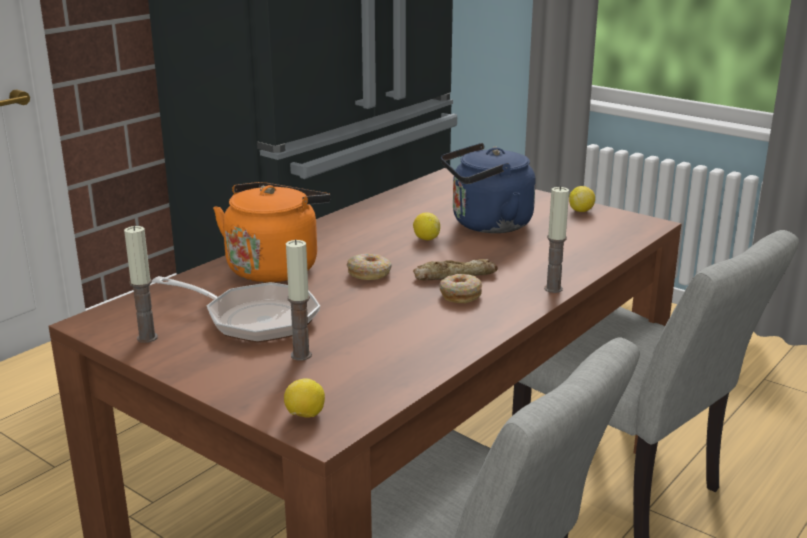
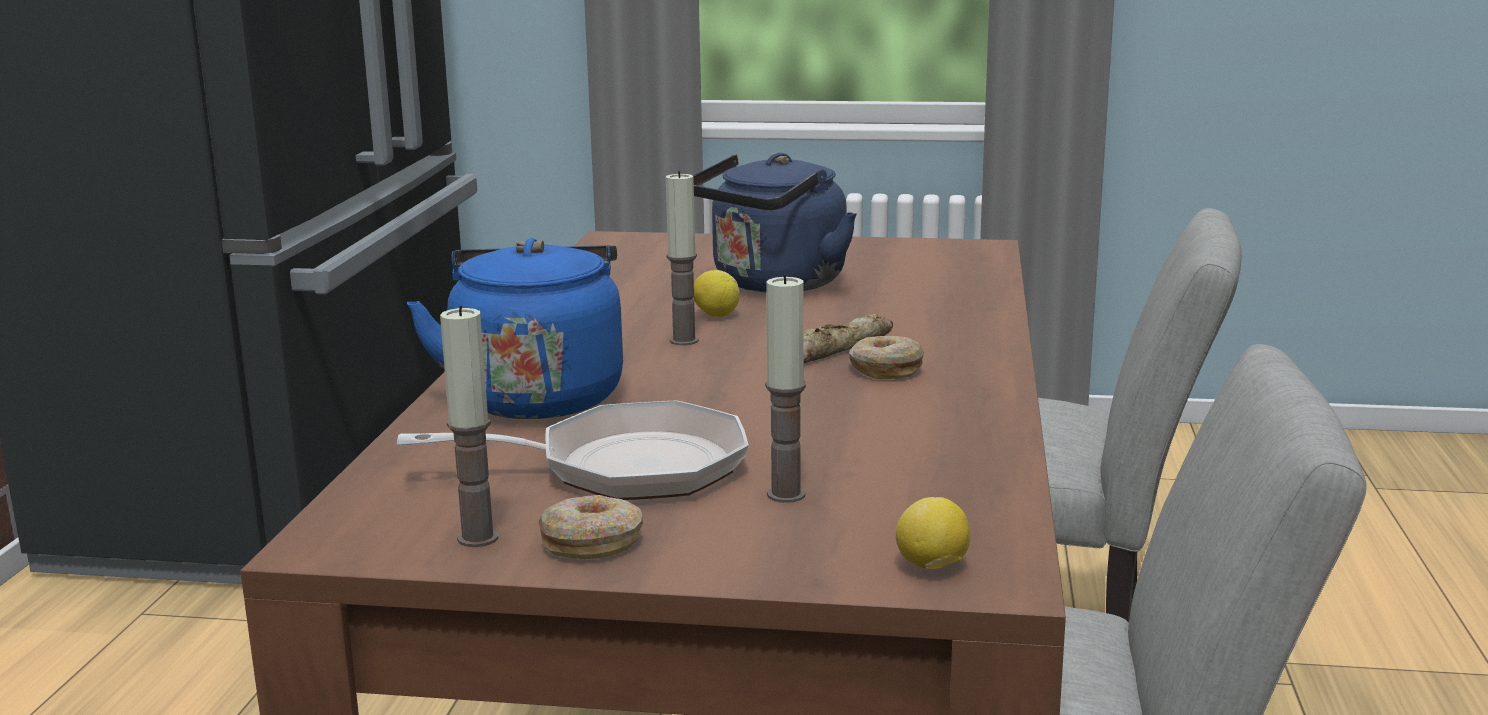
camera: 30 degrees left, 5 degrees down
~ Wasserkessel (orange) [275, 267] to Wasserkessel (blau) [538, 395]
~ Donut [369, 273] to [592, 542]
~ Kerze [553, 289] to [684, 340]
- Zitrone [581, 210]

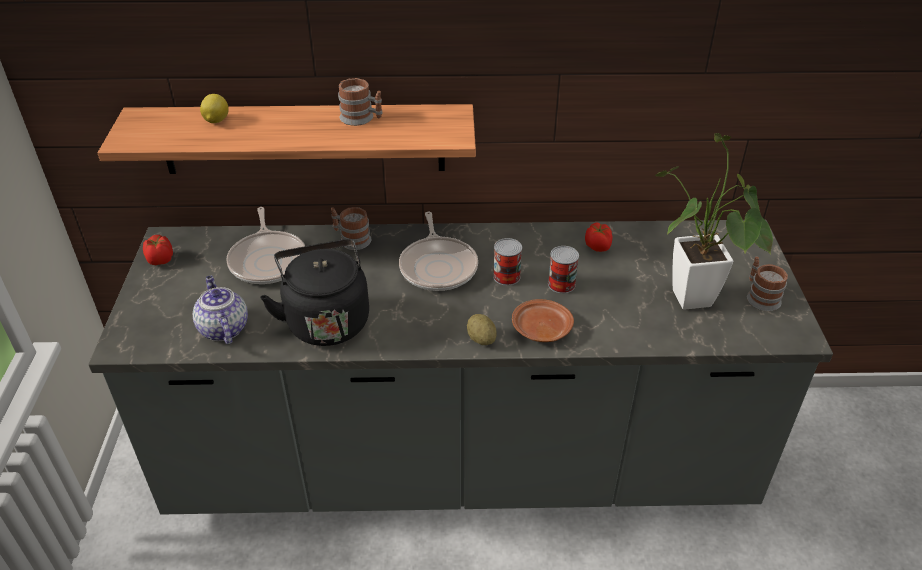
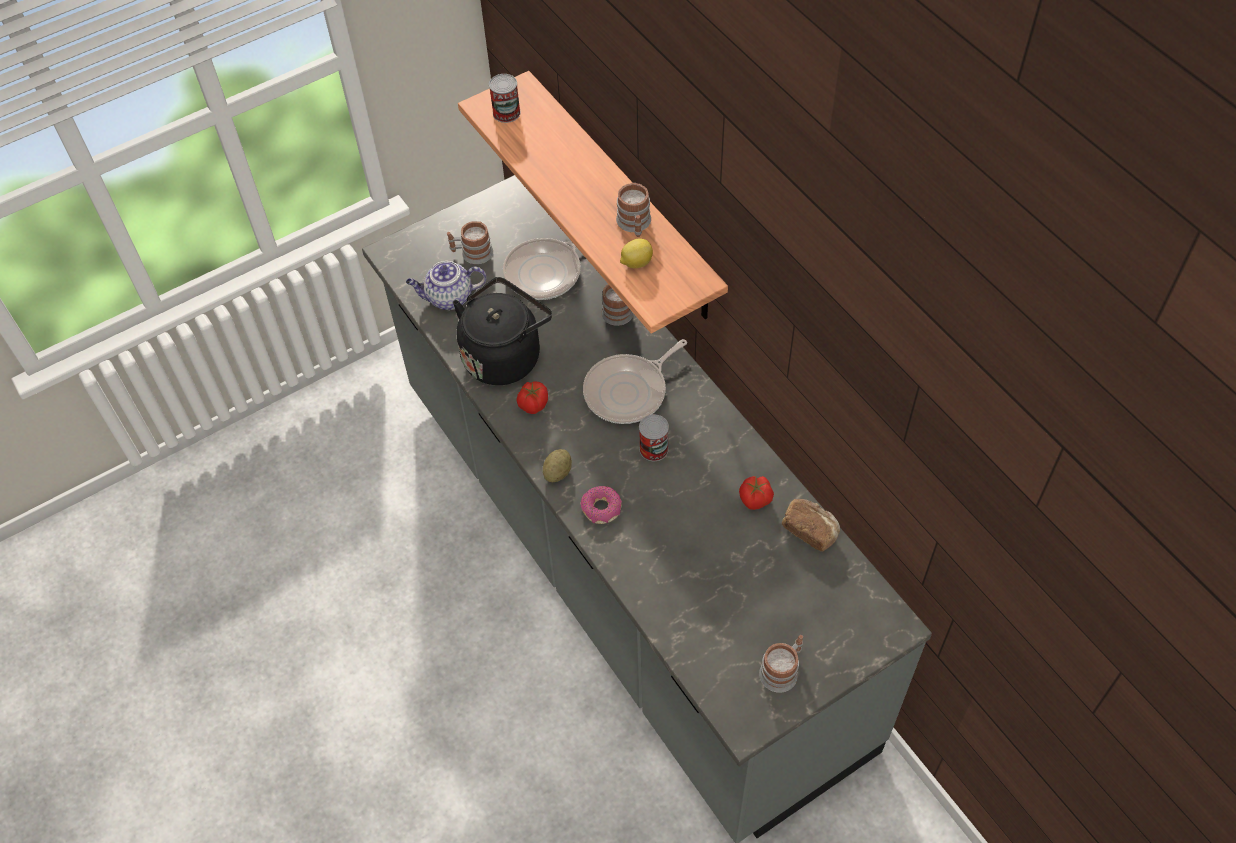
camera: 60 degrees right, 15 degrees up
~ Tomate [160, 260] to [533, 405]
~ Teekanne [223, 328] = [449, 298] 135 degrees counterclockwise
~ Zitrone [216, 121] to [636, 263]
~ Teller (braun) [541, 329] to Donut [601, 509]
~ Dose [561, 284] to [506, 113]
- Topfpflanze [694, 305]
+ Henkelbecher [472, 253]
+ Brot [810, 530]

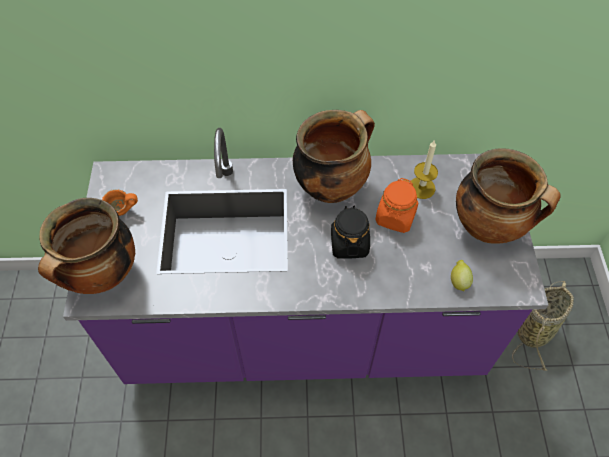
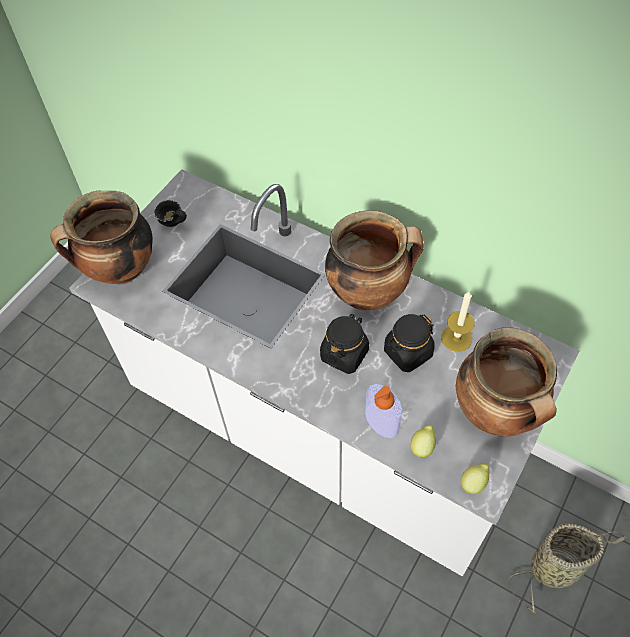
camera: 35 degrees right, 0 degrees up
~ Küchenzeile (lila) [304, 329] to Küchenzeile (weiß) [320, 429]
~ Henkelbecher (orange) [122, 212] to Henkelbecher (schwarz) [173, 225]
~ Vorratsglas (orange) [395, 217] to Vorratsglas (schwarz) [407, 353]
+ Seifenspender [382, 420]
+ Zitrone [473, 483]

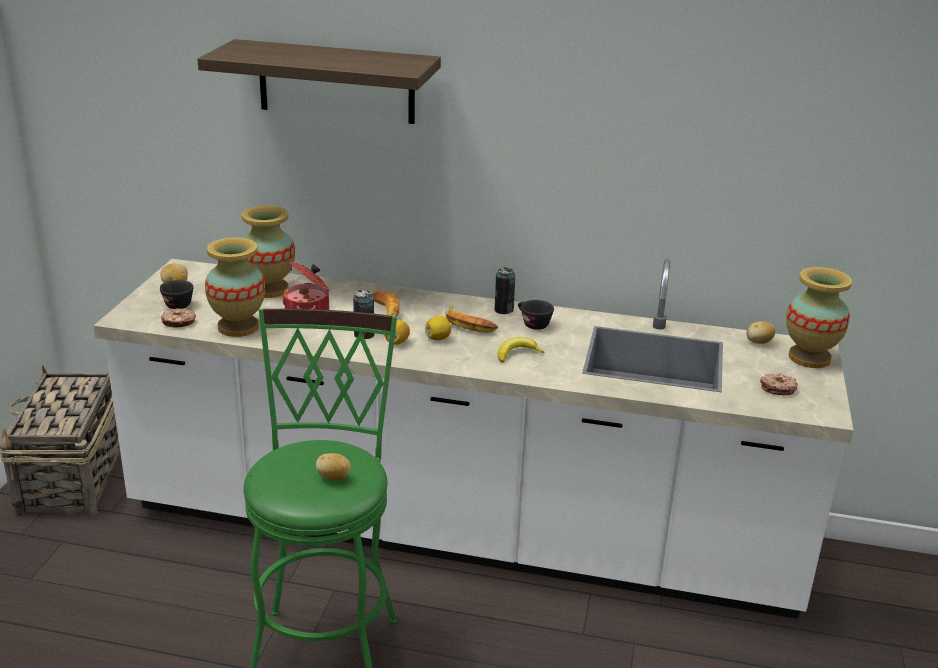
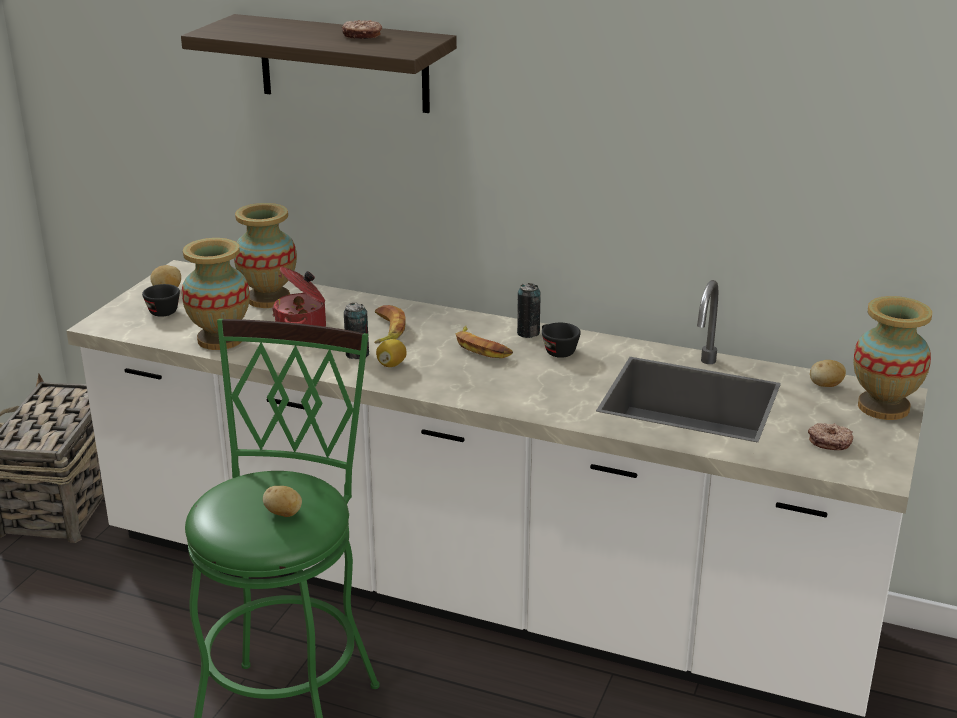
camera: 10 degrees right, 0 degrees up
~ Donut [178, 323] to [362, 36]
- Zitrone [438, 338]
- Banane [517, 354]

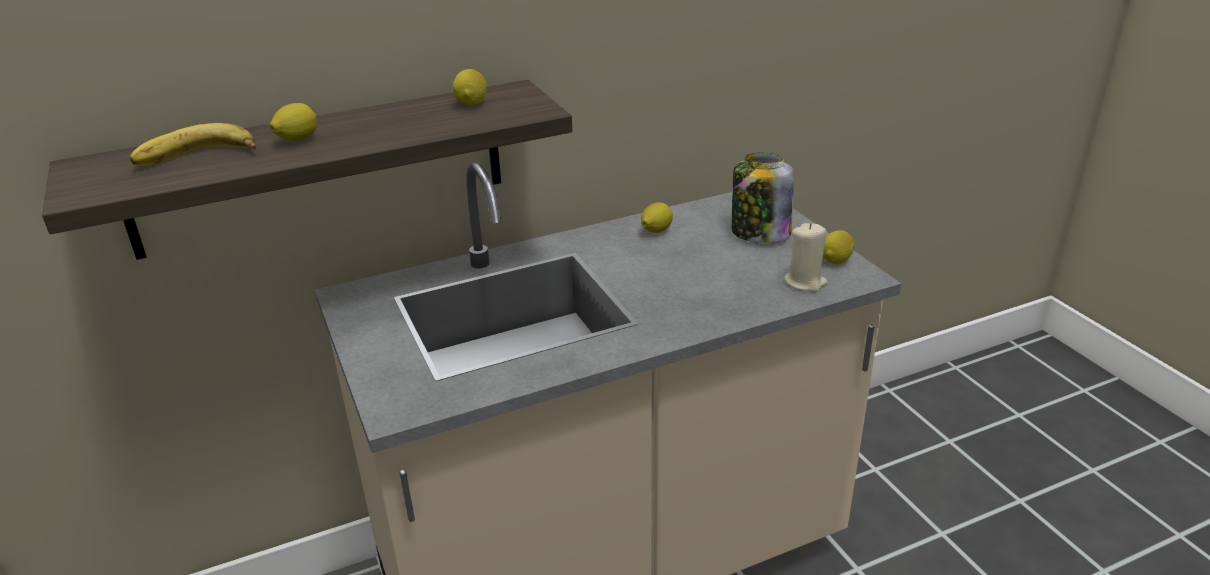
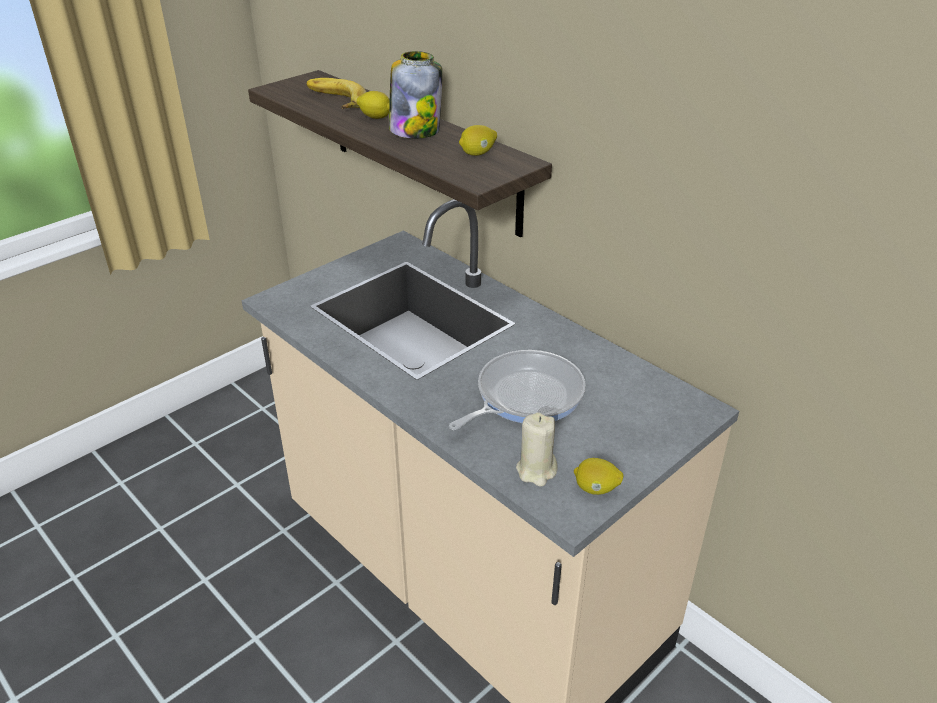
camera: 70 degrees right, 5 degrees up
- Zitrone [656, 231]
~ Vorratsglas [759, 233] to [415, 130]
+ Pfanne [524, 396]

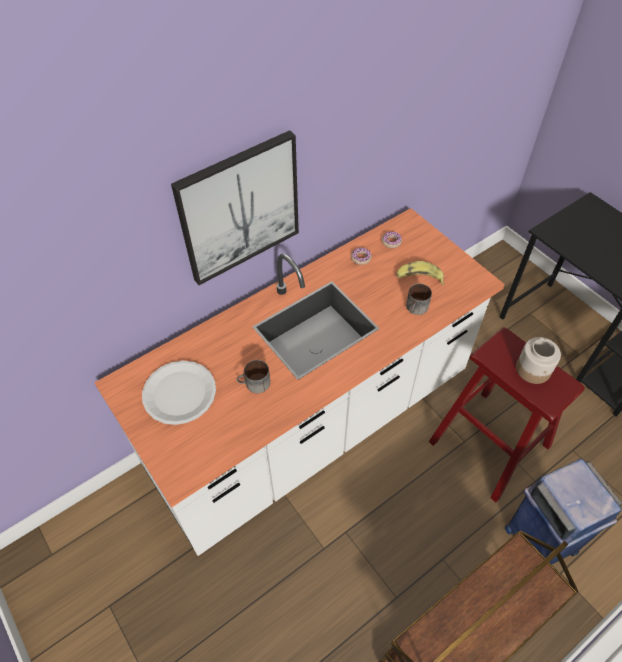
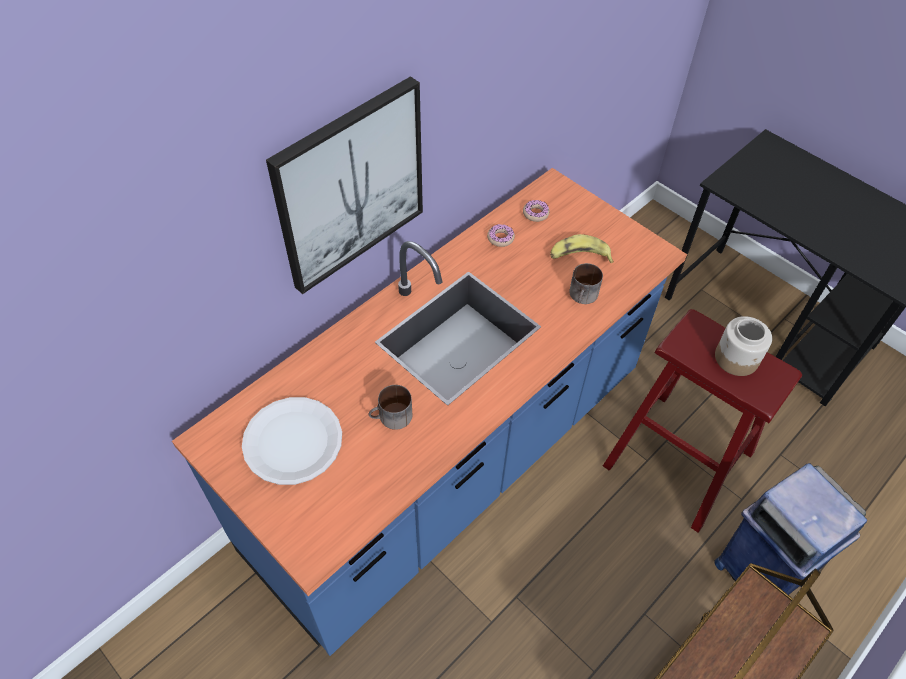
camera: 10 degrees left, 0 degrees up
~ Küchenzeile (weiß) [312, 424] to Küchenzeile (blau) [450, 462]

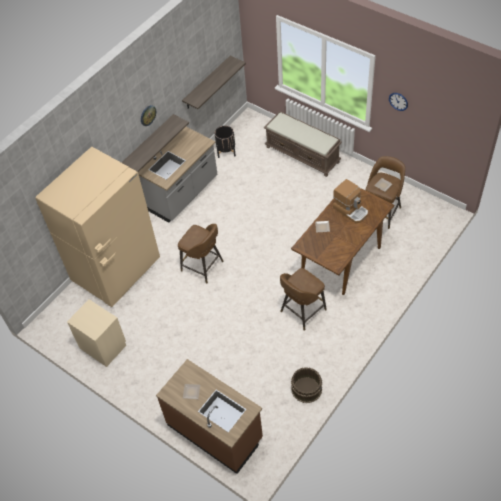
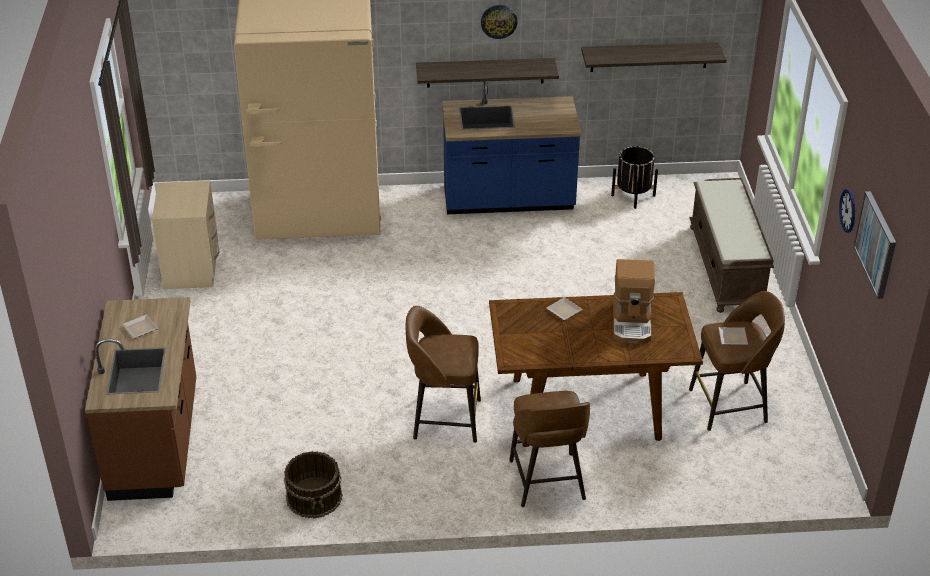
camera: 45 degrees right, 15 degrees down
~ Küchenzeile (grau) [183, 194] to Küchenzeile (blau) [508, 201]
~ Hocker (braun) [203, 266] to [547, 482]
+ Bild [876, 244]

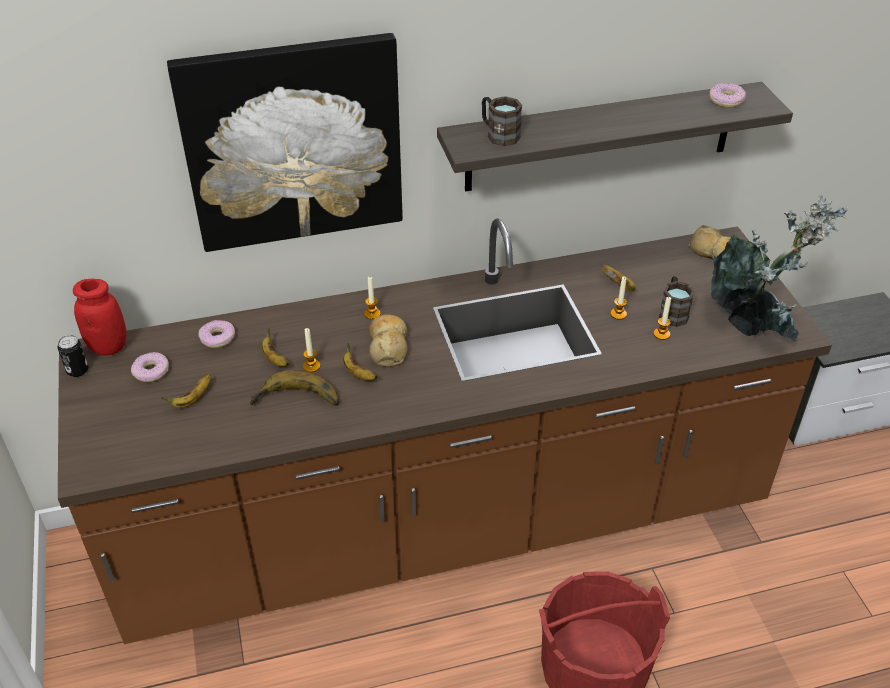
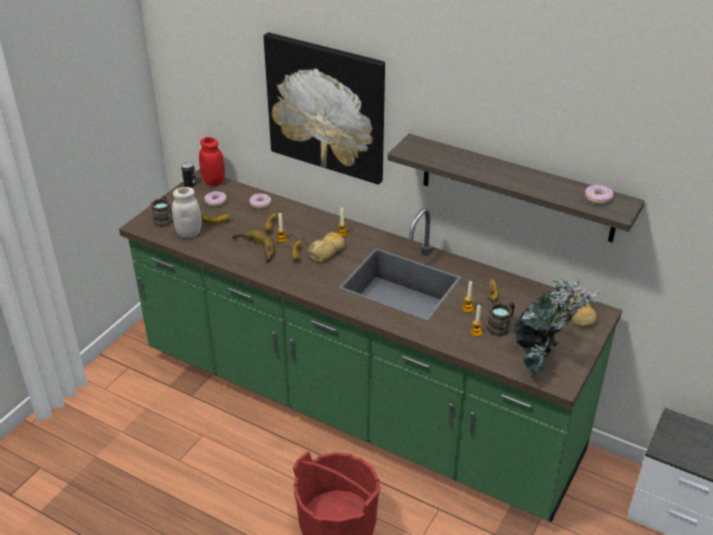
camera: 45 degrees right, 5 degrees down
~ Küchenzeile (braun) [445, 523] to Küchenzeile (grün) [356, 404]
~ Henkelbecher (braun) [498, 134] to [164, 219]
+ Vorratsglas (weiß) [189, 233]

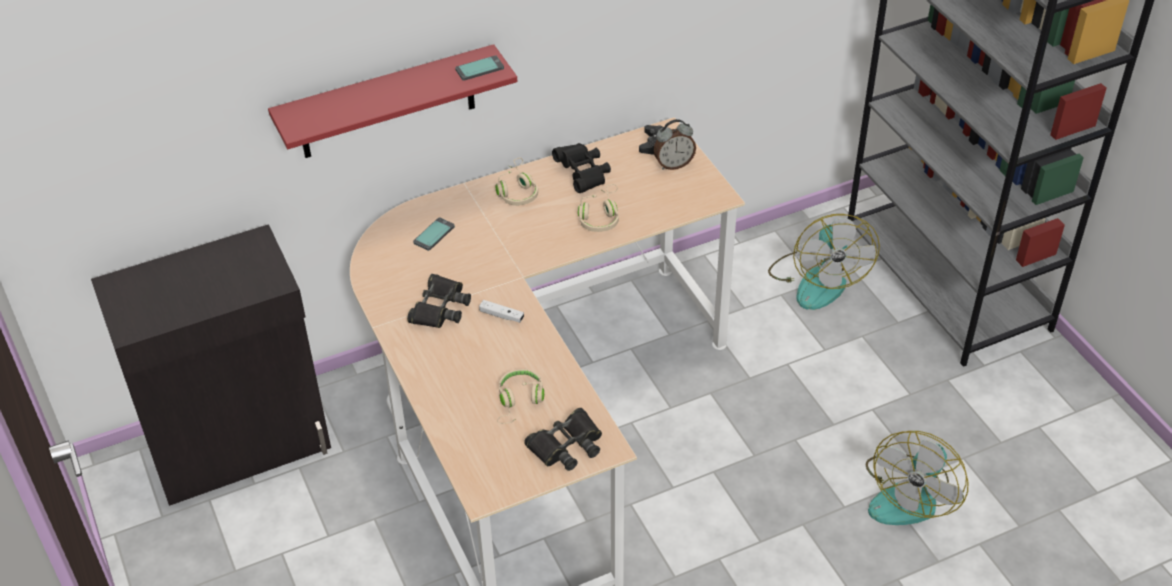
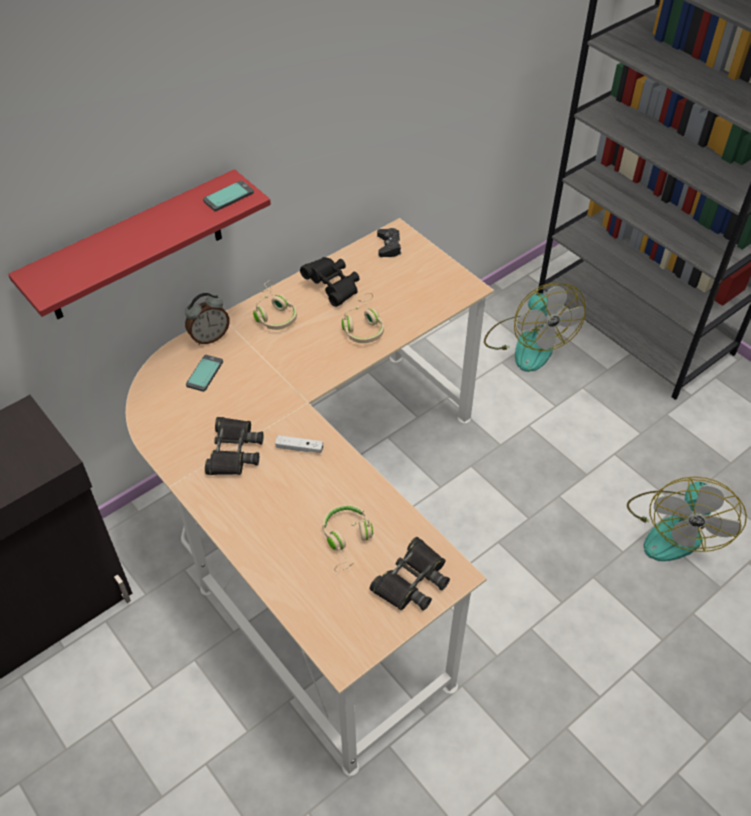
camera: 15 degrees left, 5 degrees up
~ Wecker [673, 164] to [209, 337]

